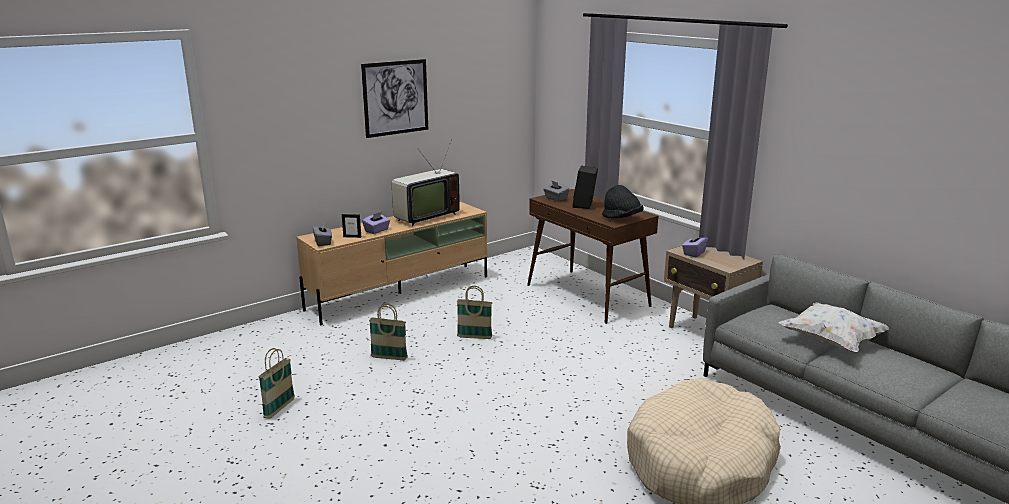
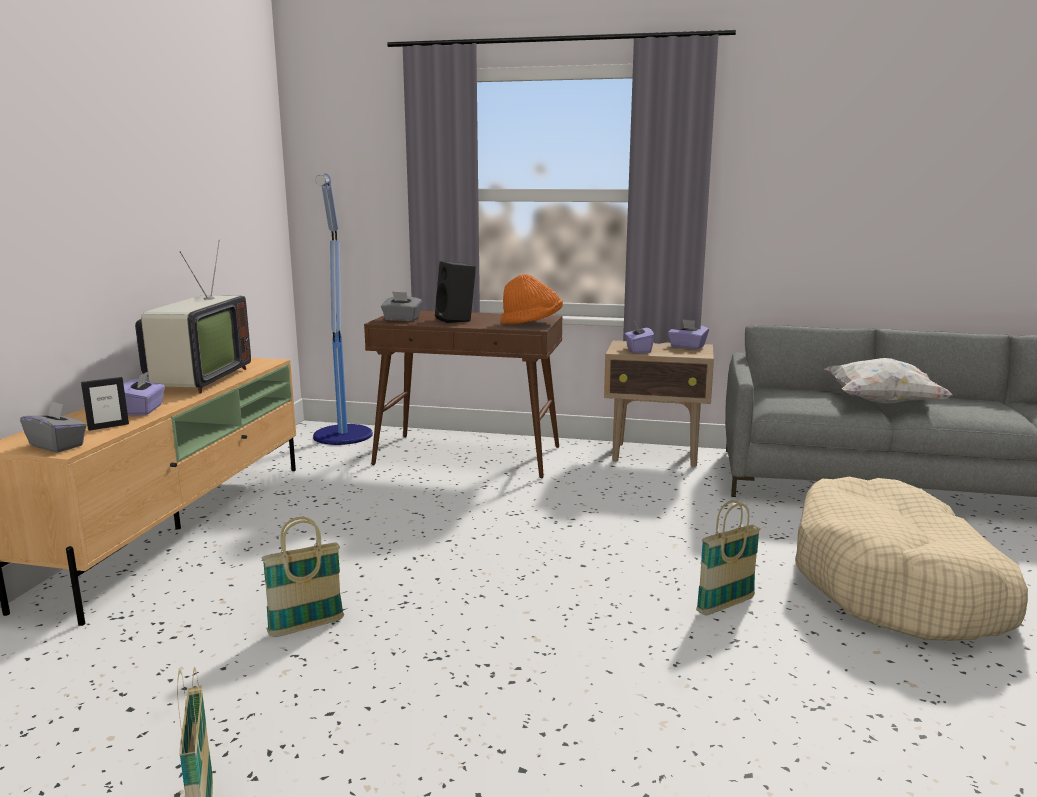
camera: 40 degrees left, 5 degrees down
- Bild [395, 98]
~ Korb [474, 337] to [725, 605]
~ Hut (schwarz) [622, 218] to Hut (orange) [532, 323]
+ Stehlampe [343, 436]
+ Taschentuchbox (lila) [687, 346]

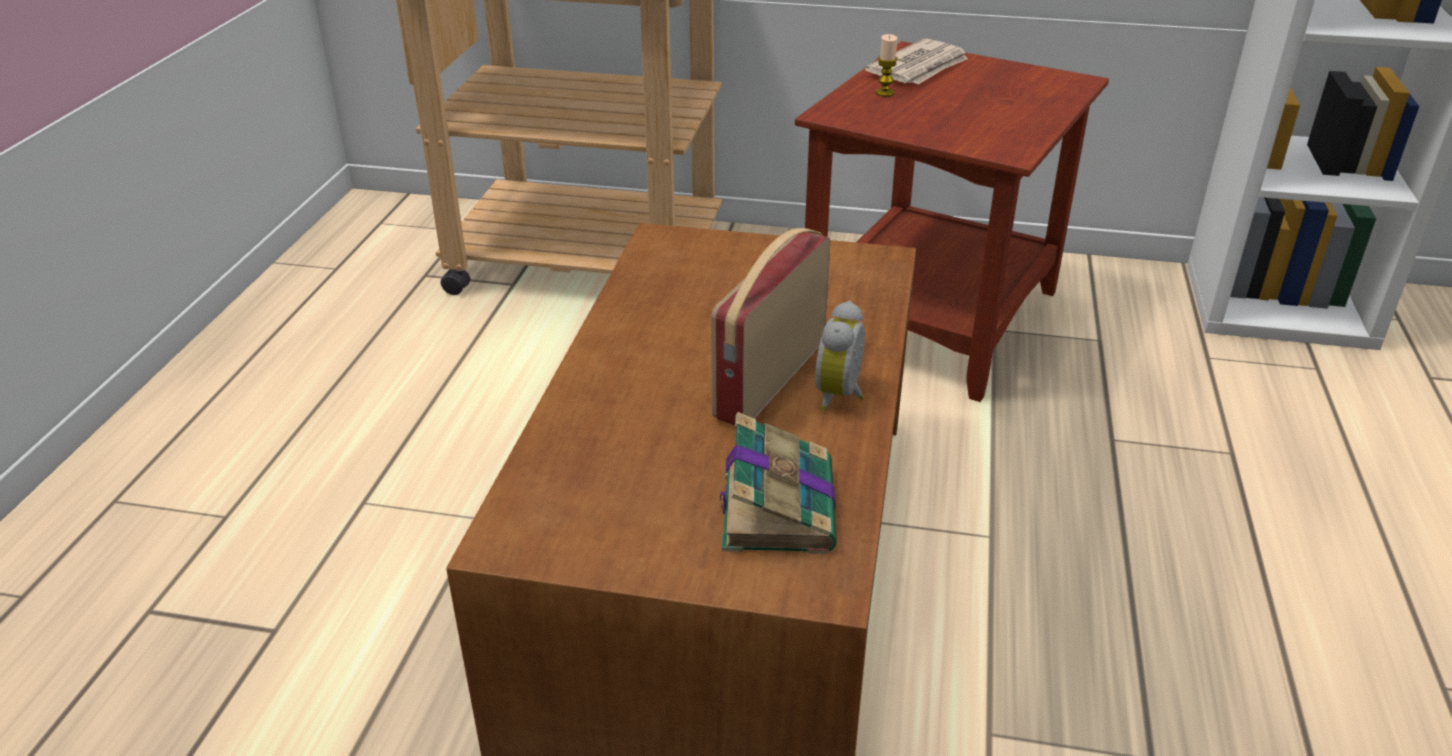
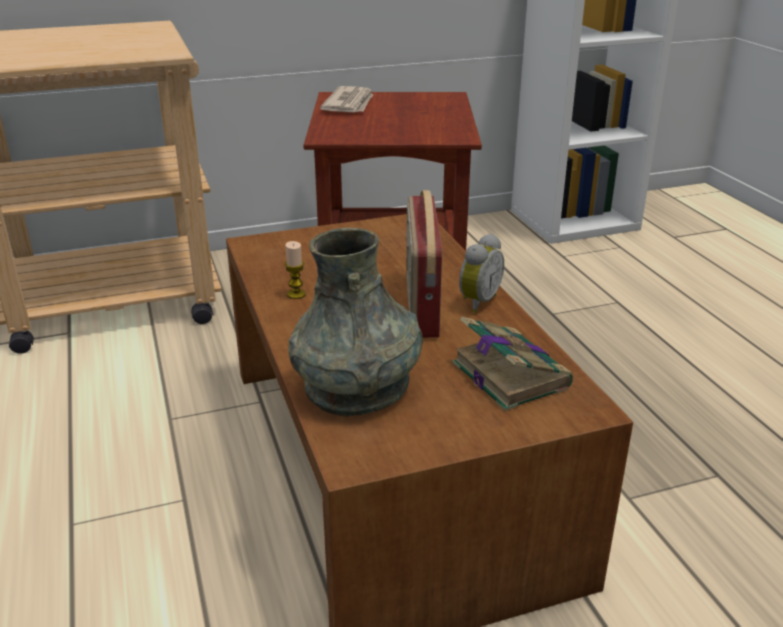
camera: 30 degrees left, 5 degrees down
~ Wecker [842, 396] = [477, 302] 135 degrees counterclockwise
~ Kerze [884, 93] to [296, 294]
+ Vase (grau) [357, 386]

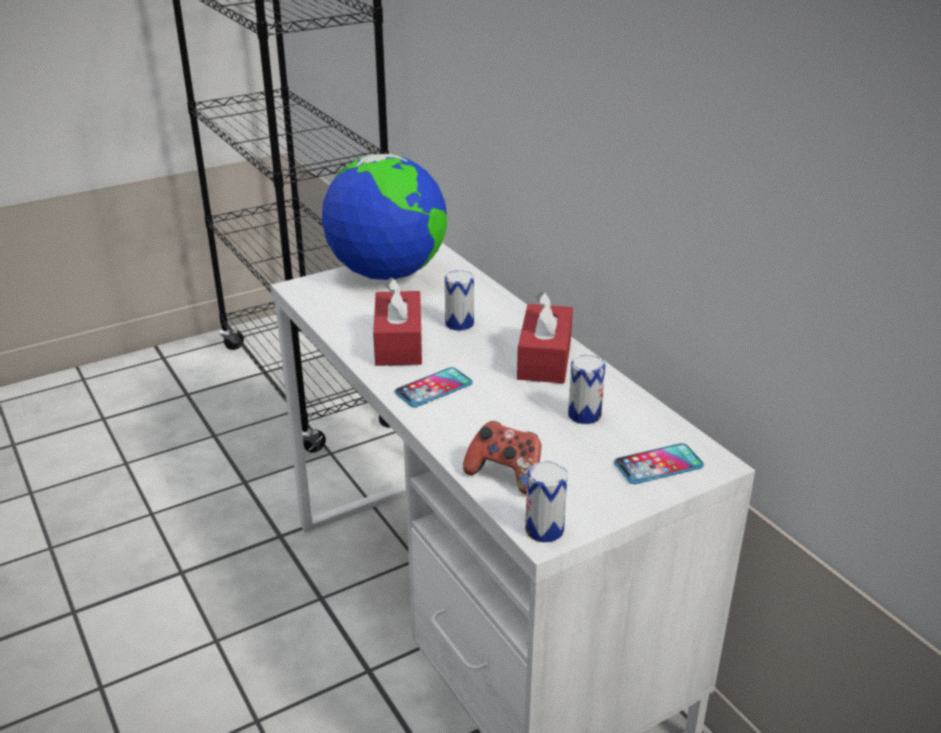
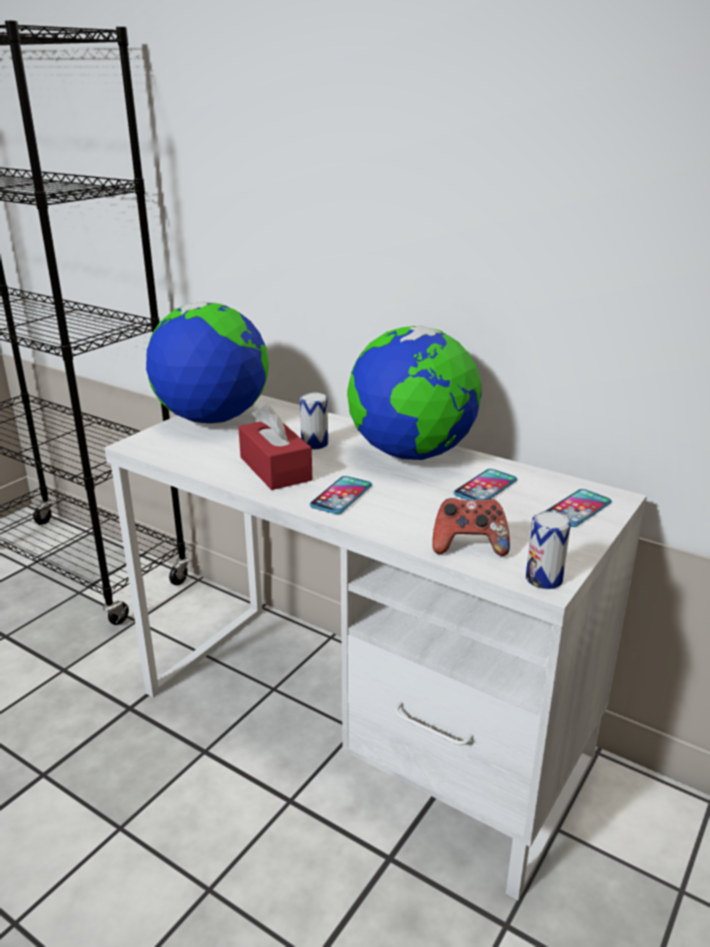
camera: 25 degrees left, 5 degrees down
~ Taschentuchbox (rot) [544, 359] to Globus [412, 454]
~ Dose [584, 415] to Handy [485, 487]

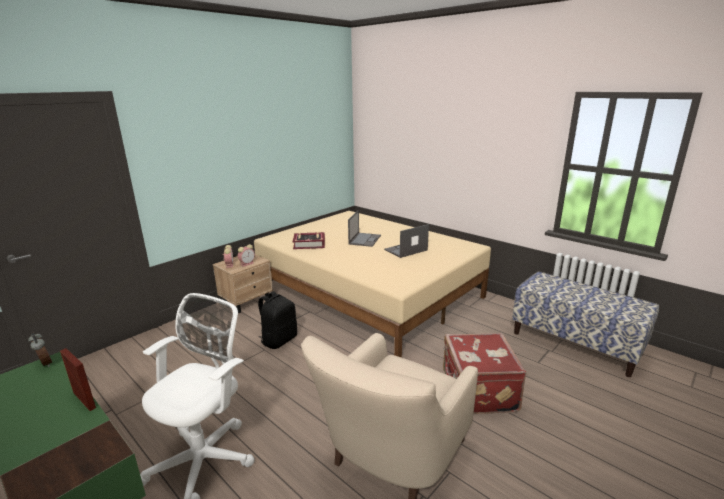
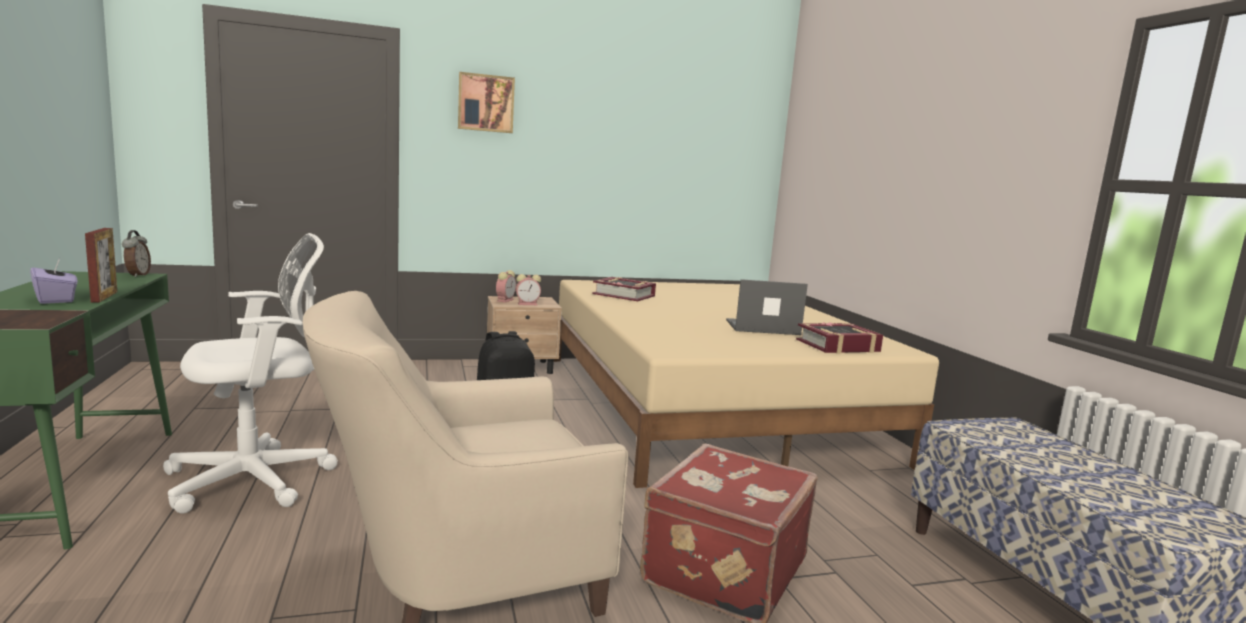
camera: 30 degrees right, 10 degrees down
- Laptop [364, 239]
+ Taschentuchbox (lila) [56, 299]
+ Bild [485, 103]
+ Buch [838, 346]

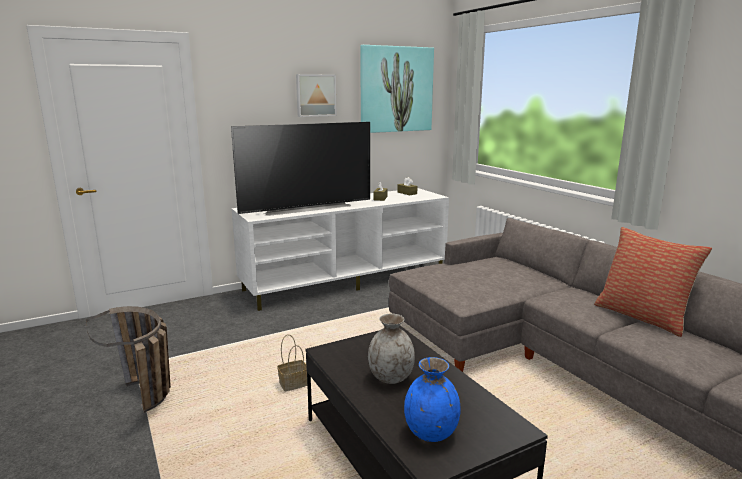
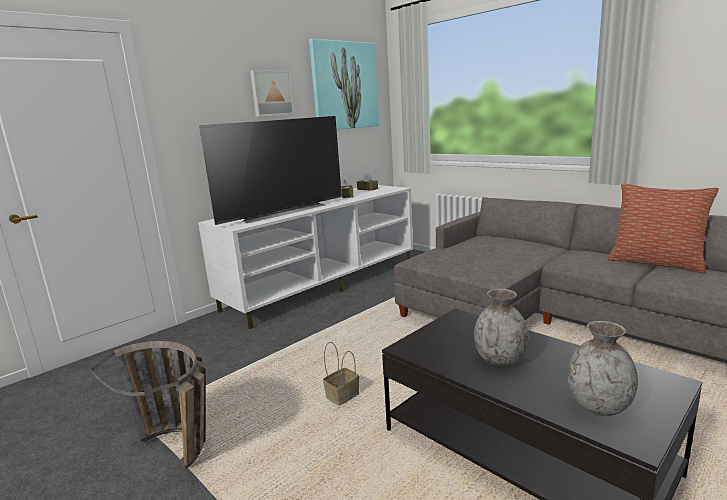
camera: 15 degrees left, 0 degrees up
~ Vase (blau) [431, 432] to Vase (grau) [598, 406]

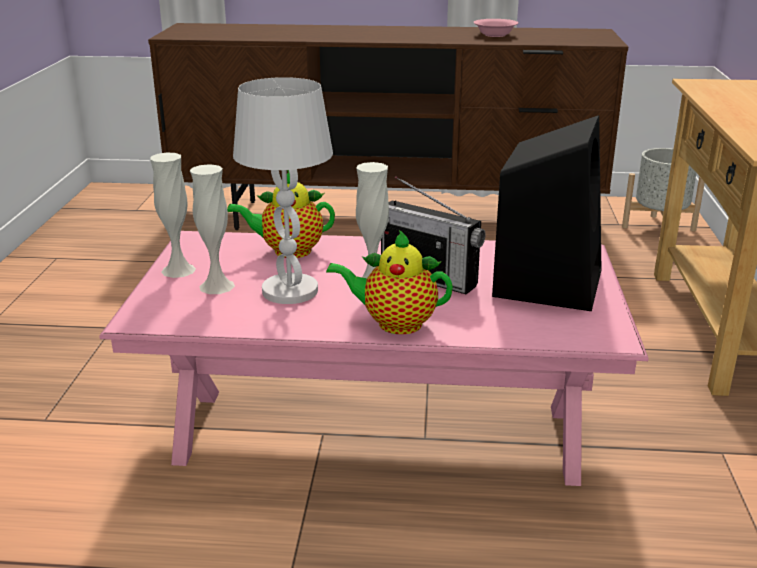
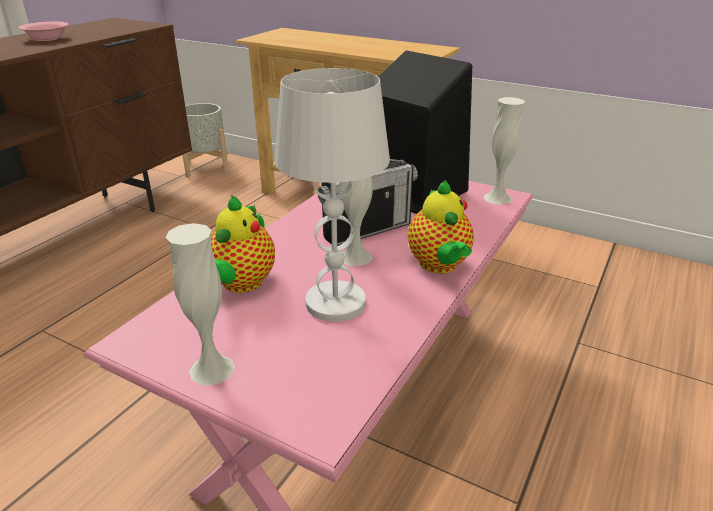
camera: 65 degrees left, 5 degrees up
~ Vase (weiß) [217, 286] to [497, 198]
~ Teekanne [394, 323] = [439, 265] 45 degrees counterclockwise

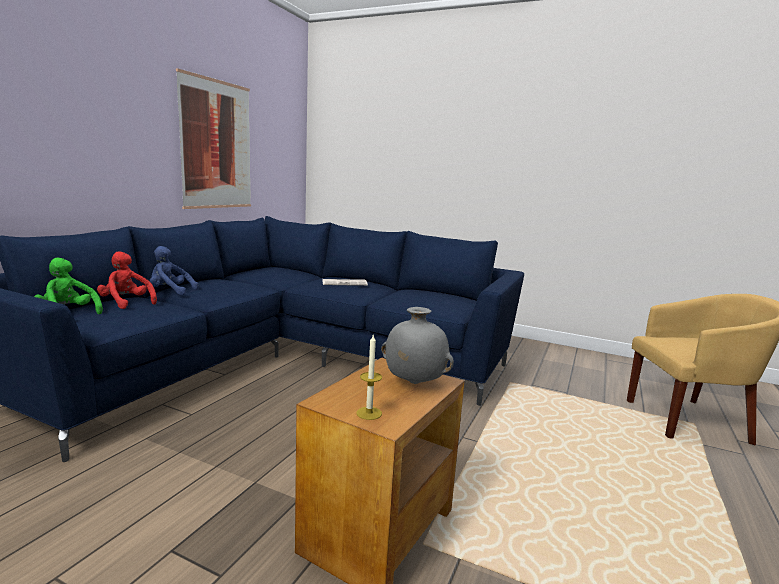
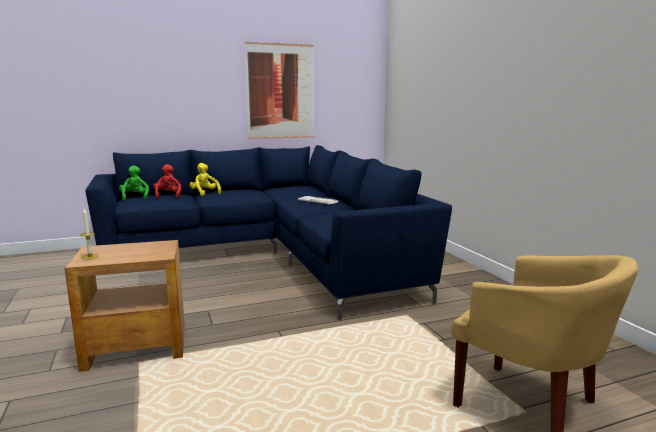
camera: 45 degrees right, 0 degrees up
~ Plüschtier (blau) [170, 292] to Plüschtier (gelb) [205, 193]
- Vase (grau) [413, 383]

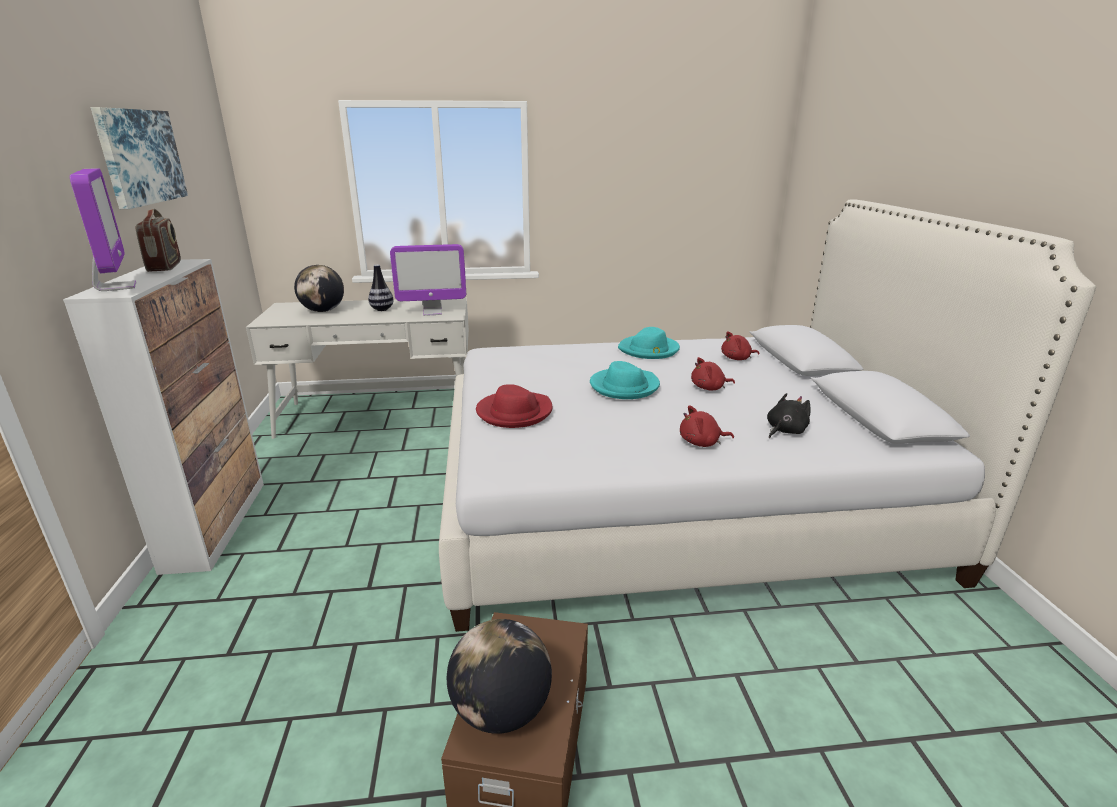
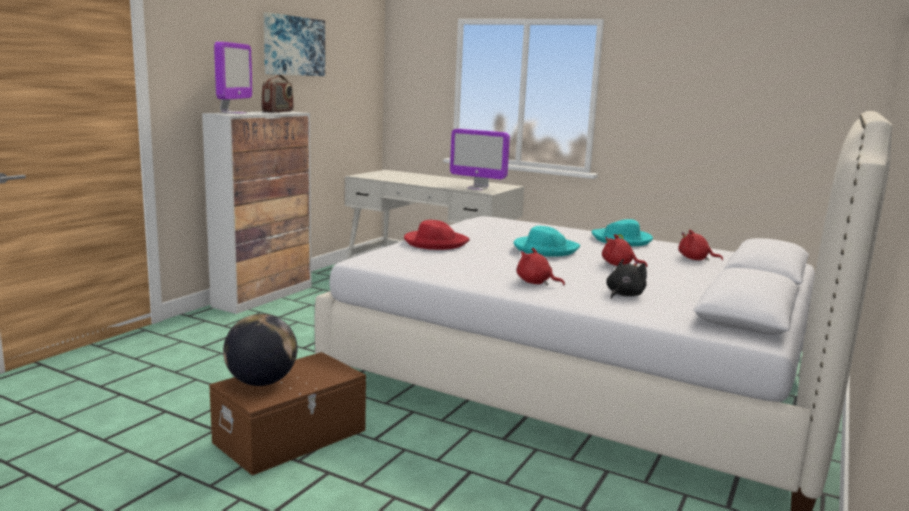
camera: 35 degrees right, 10 degrees down
- Globus [323, 311]
- Vase [382, 309]
~ Plüschtier (schwarz) [784, 431] = [623, 295] 45 degrees counterclockwise

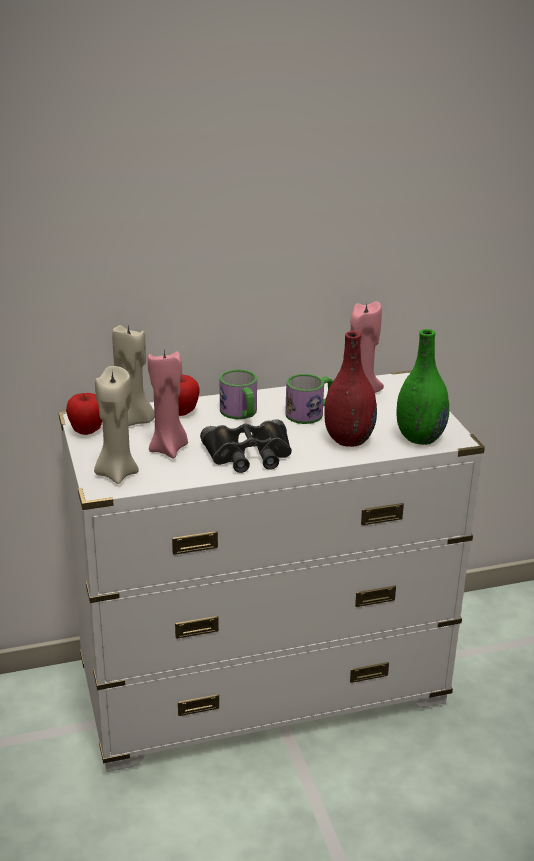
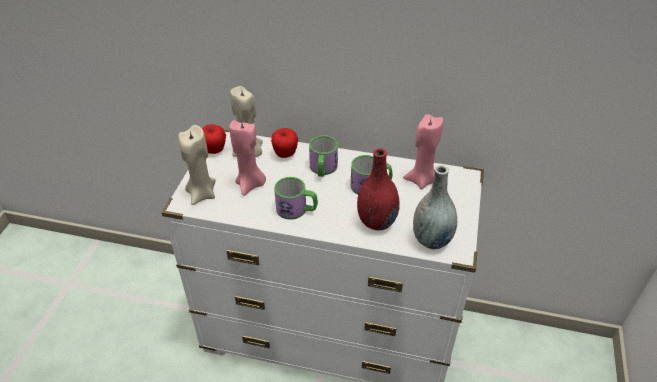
camera: 30 degrees right, 15 degrees up
~ Fernglas (schwarz) [249, 454] to Henkelbecher [296, 209]
~ Vase (grün) [420, 438] to Vase (grau) [431, 240]

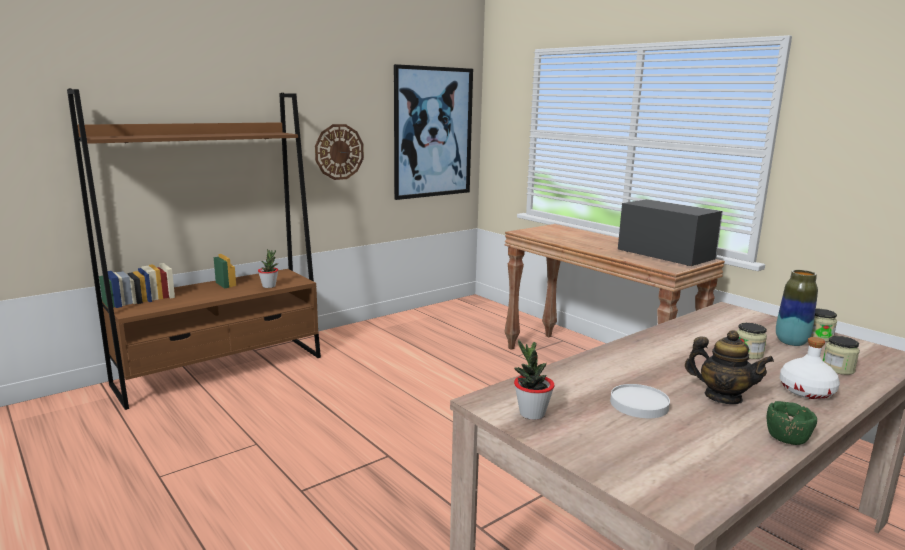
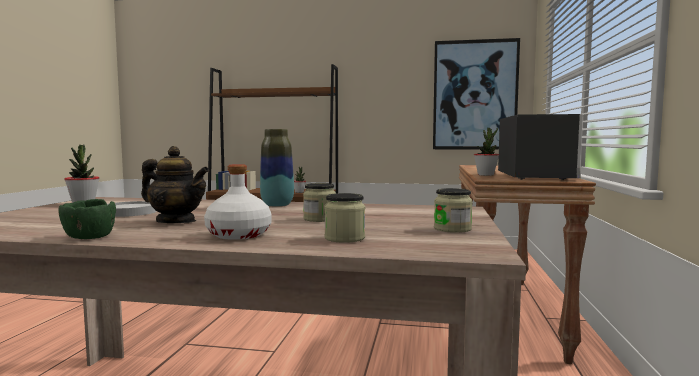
camera: 50 degrees right, 10 degrees down
- Wanduhr [339, 152]
~ Teekanne [722, 397] = [176, 221] 60 degrees counterclockwise
~ Vase [791, 342] to [277, 205]
+ Topfpflanze [485, 175]

